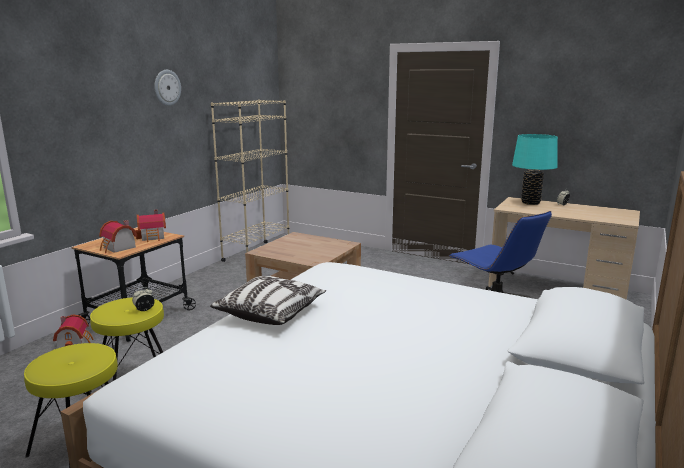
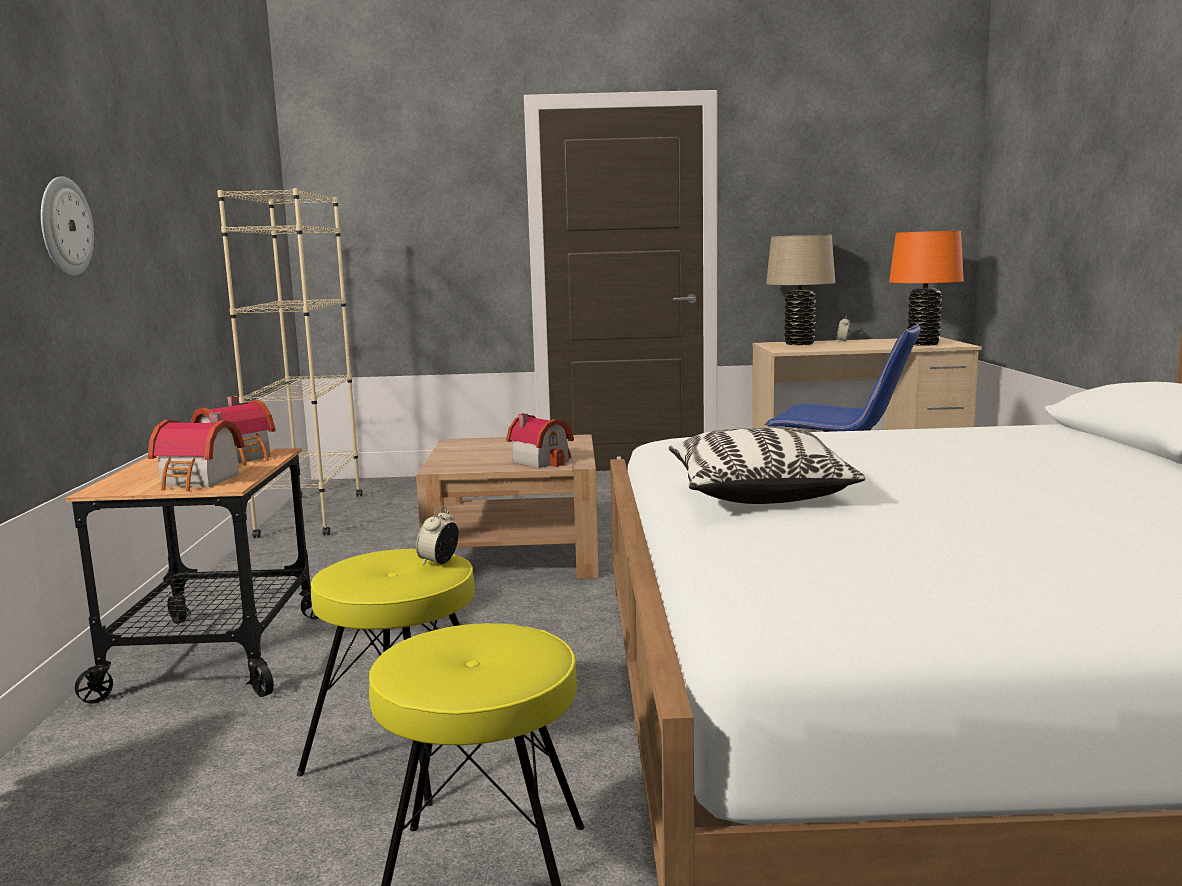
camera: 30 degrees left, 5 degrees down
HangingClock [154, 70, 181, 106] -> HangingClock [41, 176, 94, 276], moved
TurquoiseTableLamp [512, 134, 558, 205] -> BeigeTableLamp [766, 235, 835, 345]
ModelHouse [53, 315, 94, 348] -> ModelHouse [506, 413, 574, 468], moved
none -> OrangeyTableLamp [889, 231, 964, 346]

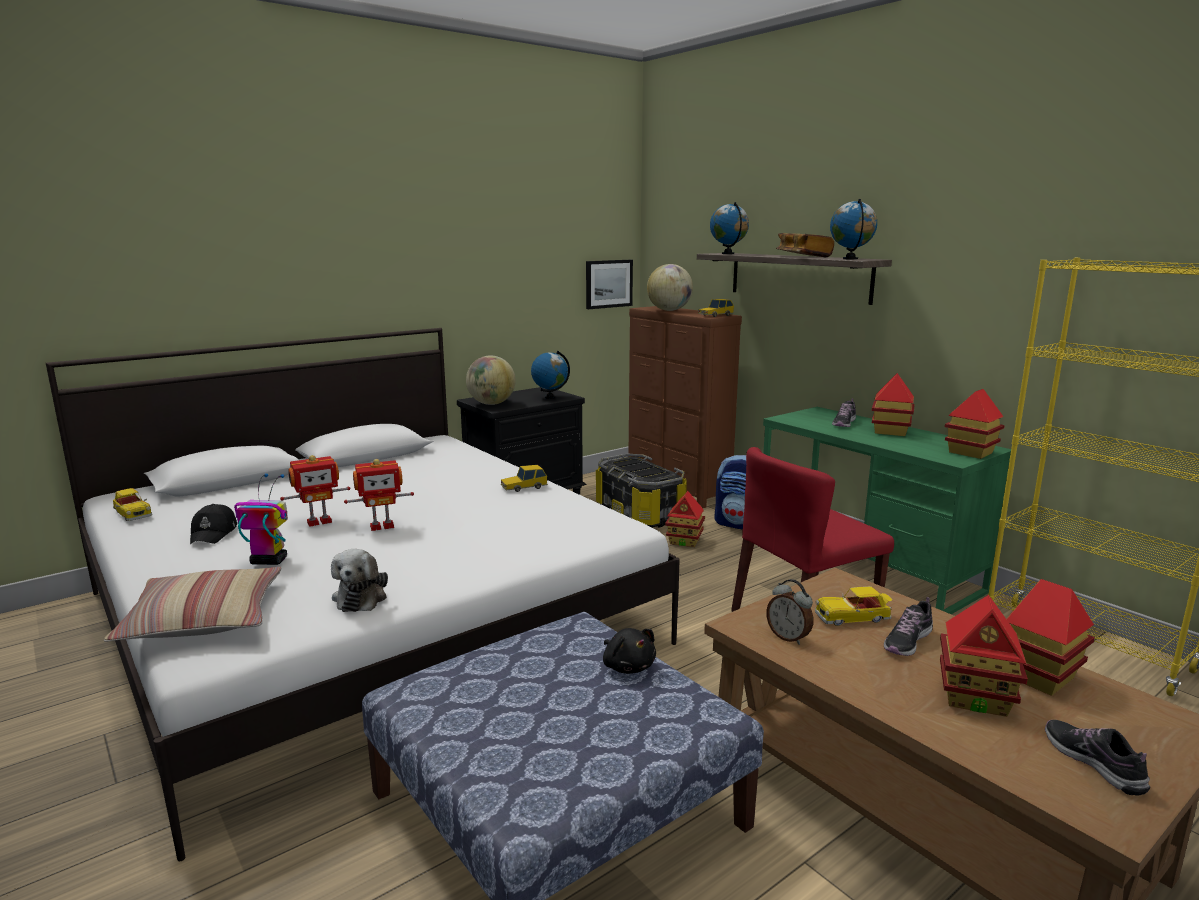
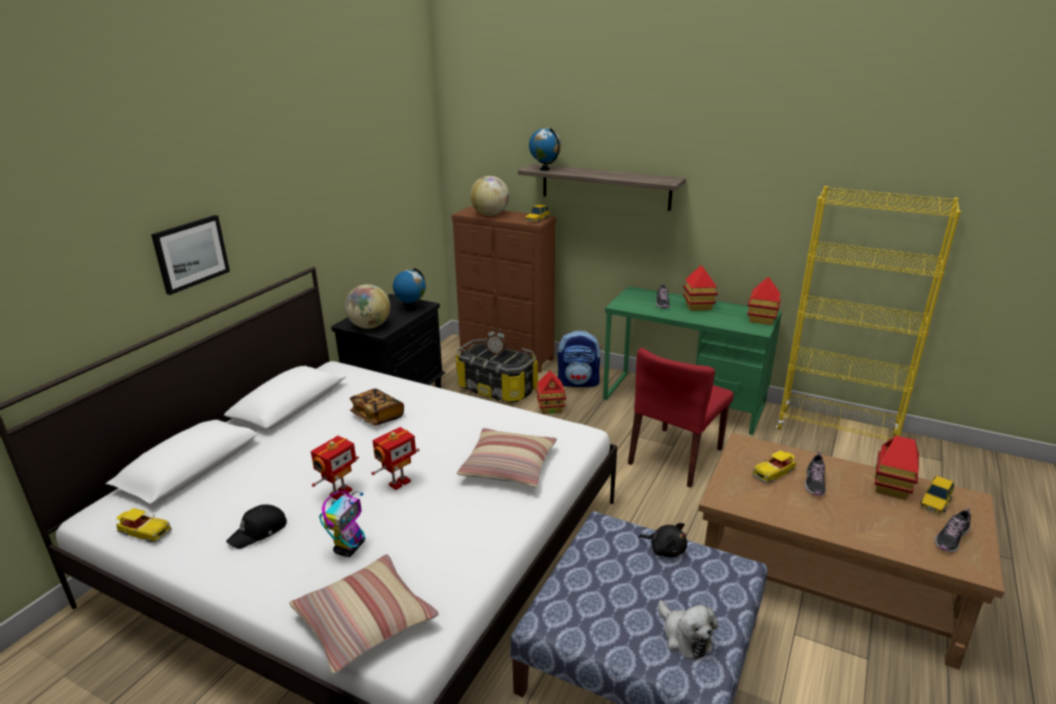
camera: 25 degrees left, 10 degrees up
Globe [830, 199, 877, 259] -> none
Book [776, 233, 834, 258] -> Book [350, 389, 404, 426], moved
Picture [586, 260, 633, 309] -> Picture [151, 215, 230, 295], moved
MiniatureCar [501, 465, 548, 492] -> MiniatureCar [919, 476, 954, 515], moved
RobotFigure [234, 473, 288, 565] -> RobotFigure [319, 491, 366, 557], 135 degrees clockwise
BlackColouredBaseballCap [190, 504, 237, 544] -> BlackColouredBaseballCap [226, 504, 287, 549], 75 degrees clockwise
SoftToy [331, 549, 388, 612] -> SoftToy [658, 600, 718, 660], moved
TableClock [766, 579, 813, 645] -> TableClock [486, 329, 506, 355], moved
ModelHouse [940, 595, 1028, 717] -> none
LowShoe [1045, 720, 1150, 796] -> LowShoe [935, 508, 971, 552], 90 degrees counterclockwise
none -> Cushion [456, 428, 557, 488]

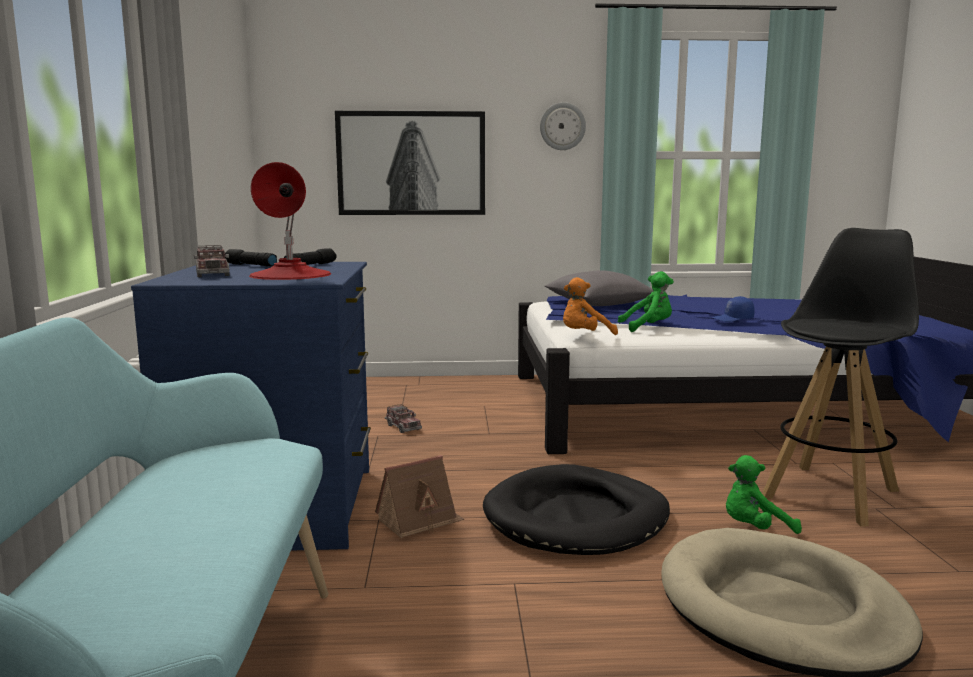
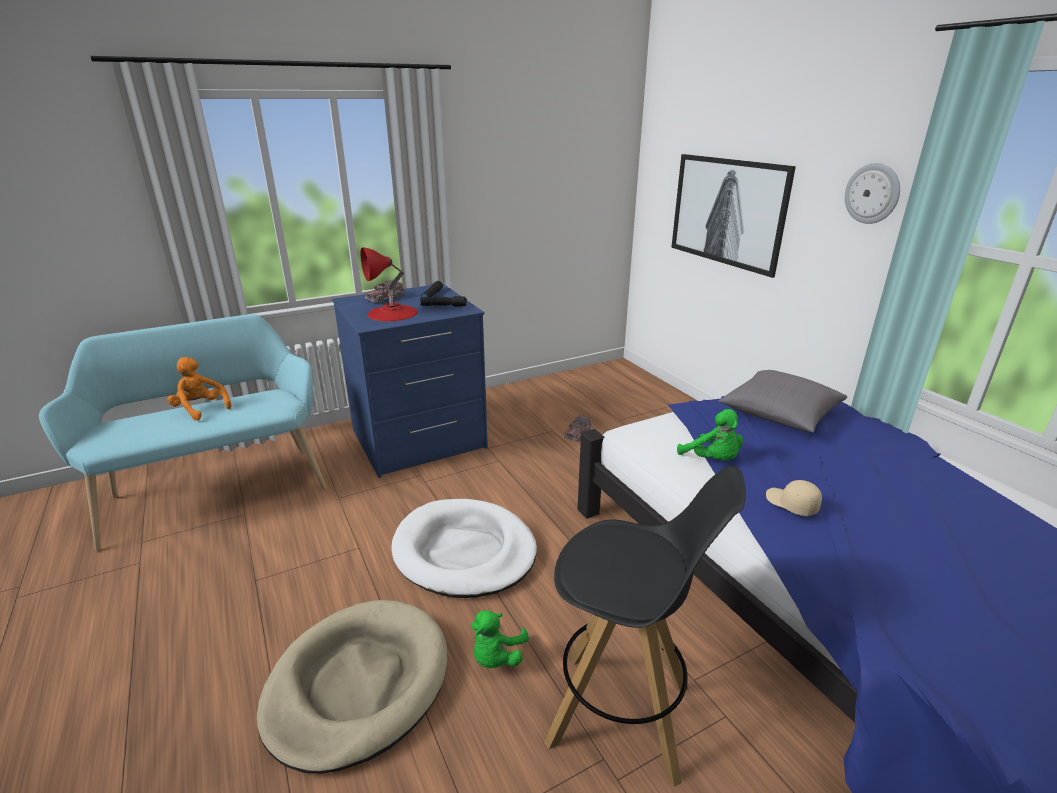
camera: 65 degrees right, 15 degrees up
OrangeySoftToy [563, 277, 618, 335] -> OrangeySoftToy [167, 357, 231, 421], moved
BluishBaseballCap [712, 296, 755, 322] -> BeigeBaseballCap [766, 480, 822, 516]
ModelHouse [375, 455, 464, 538] -> none
GreenSoftToy [726, 455, 802, 534] -> GreenSoftToy [471, 610, 529, 668], 120 degrees counterclockwise
BlackColouredDogBed [483, 464, 670, 555] -> WhitishDogBed [391, 499, 537, 598]

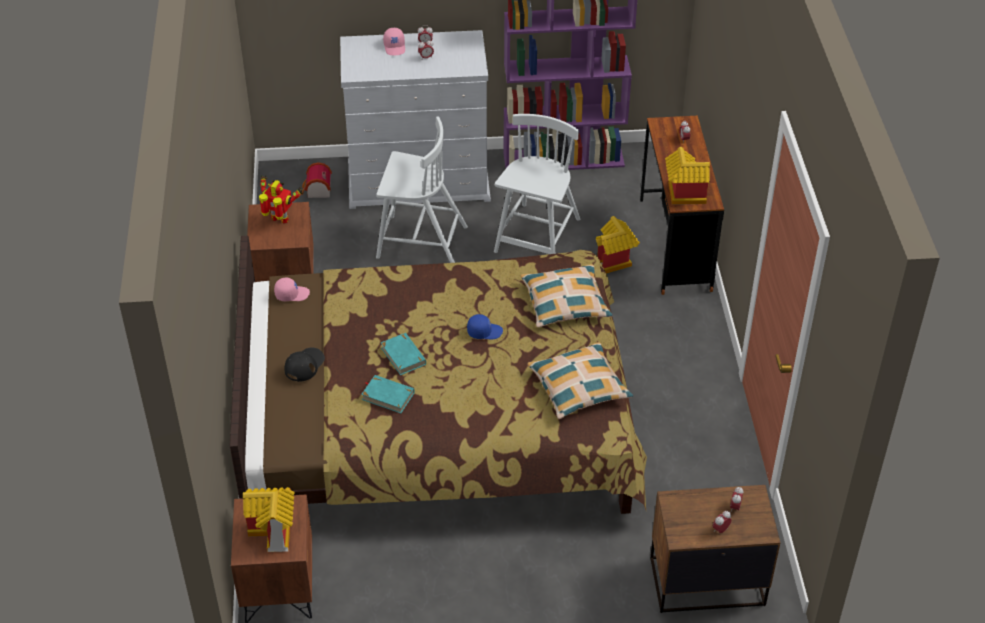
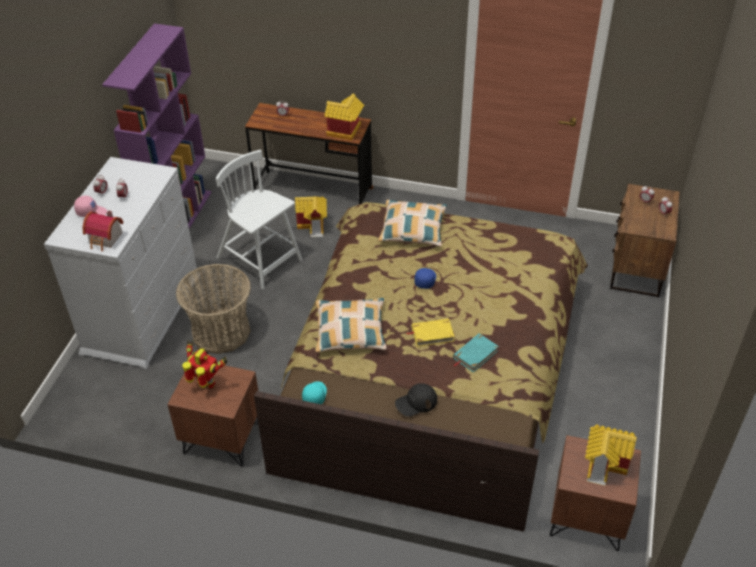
camera: 70 degrees left, 0 degrees up
WhitishUprightChair [376, 117, 468, 263] -> Basket [176, 264, 251, 354]
ModelHouse [301, 162, 332, 198] -> ModelHouse [83, 210, 124, 251], moved
RobotFigure [259, 175, 303, 224] -> RobotFigure [182, 340, 227, 389], 75 degrees clockwise
PinkBaseballCap [274, 278, 310, 301] -> TurquoiseBaseballCap [302, 381, 327, 404]
TurquoiseBook [381, 333, 426, 375] -> YellowColouredBook [407, 319, 455, 347]
Cushion [527, 342, 633, 419] -> Cushion [315, 298, 387, 352], moved
BlackColouredBaseballCap [284, 347, 325, 382] -> BlackColouredBaseballCap [395, 383, 437, 417], 75 degrees counterclockwise

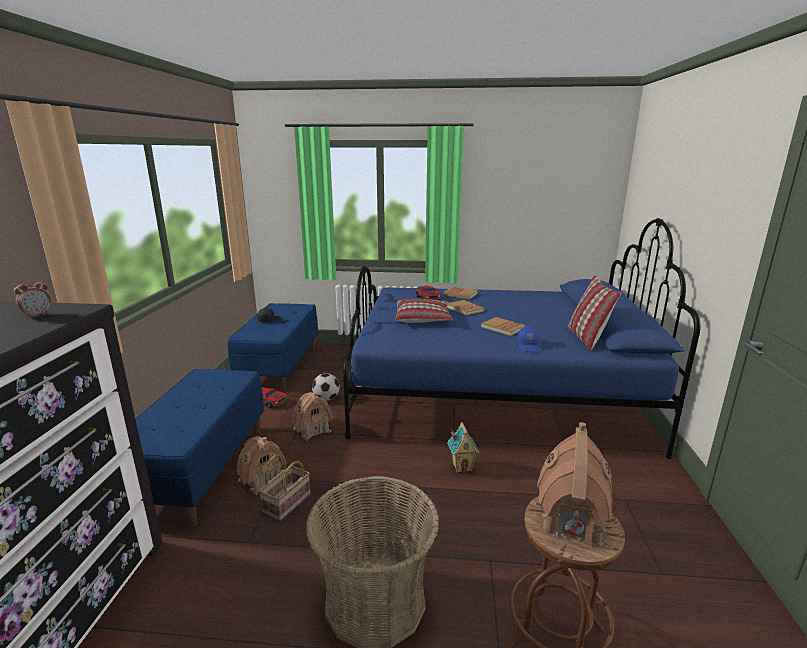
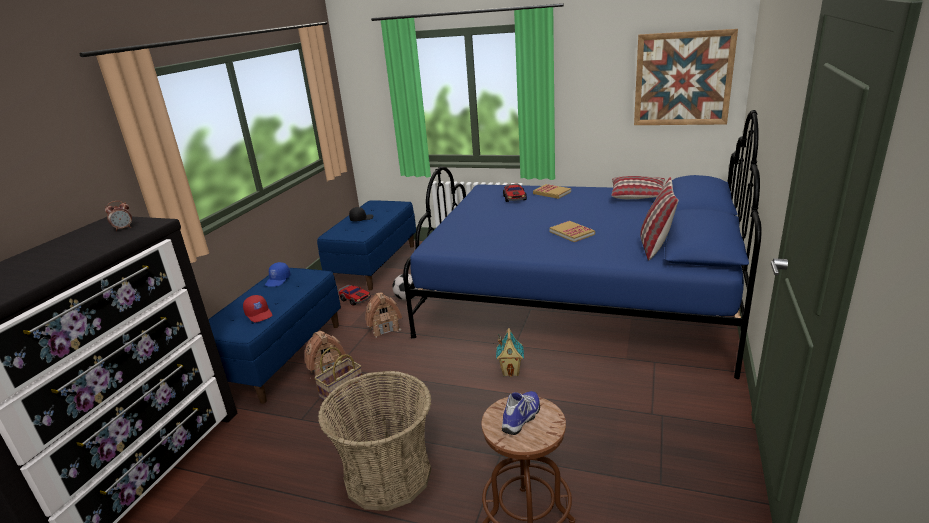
camera: 15 degrees right, 5 degrees up
Cushion [395, 299, 453, 323] -> Cushion [611, 176, 665, 199], moved
Book [447, 300, 484, 316] -> none
BluishBaseballCap [517, 326, 541, 351] -> BluishBaseballCap [265, 262, 291, 287], moved
ModelHouse [537, 422, 613, 547] -> LowShoe [502, 391, 540, 435]
none -> Picture [634, 29, 738, 125]
none -> RedBaseballCap [243, 295, 272, 322]

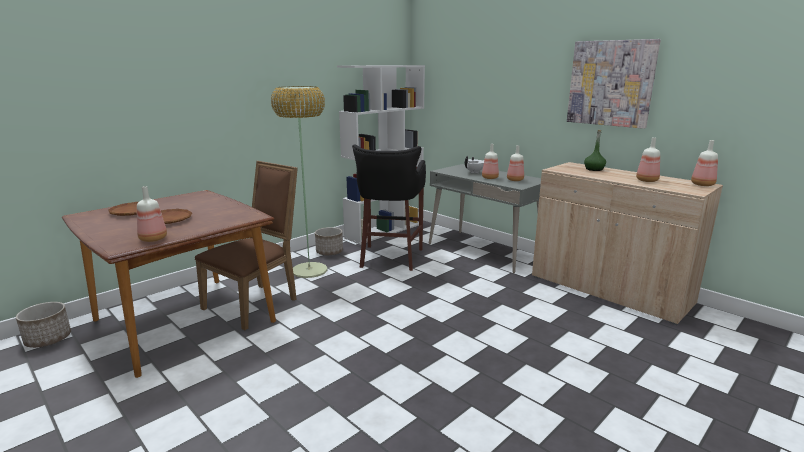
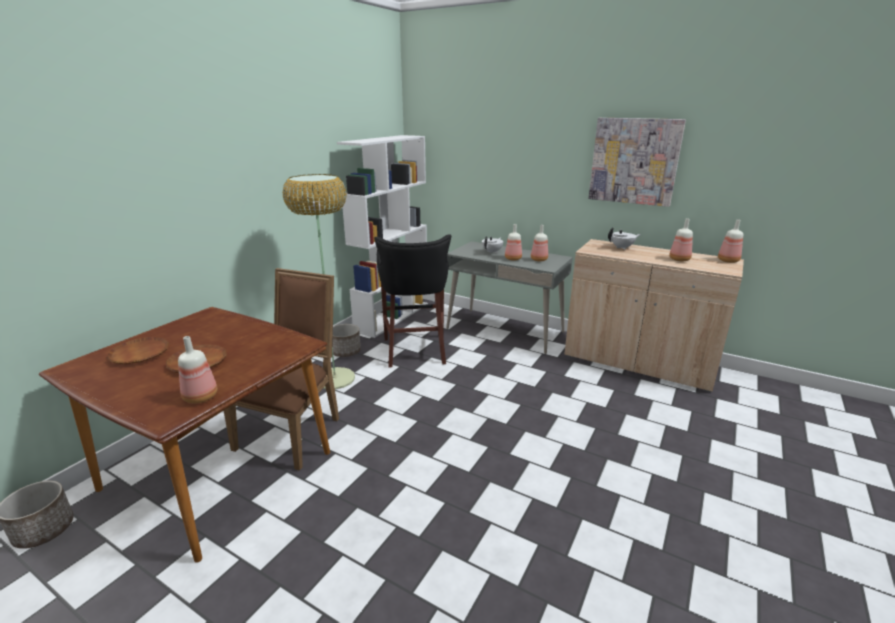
camera: 15 degrees left, 5 degrees up
GreenBottle [584, 130, 606, 171] -> WhitishTeaPot [608, 228, 640, 250]

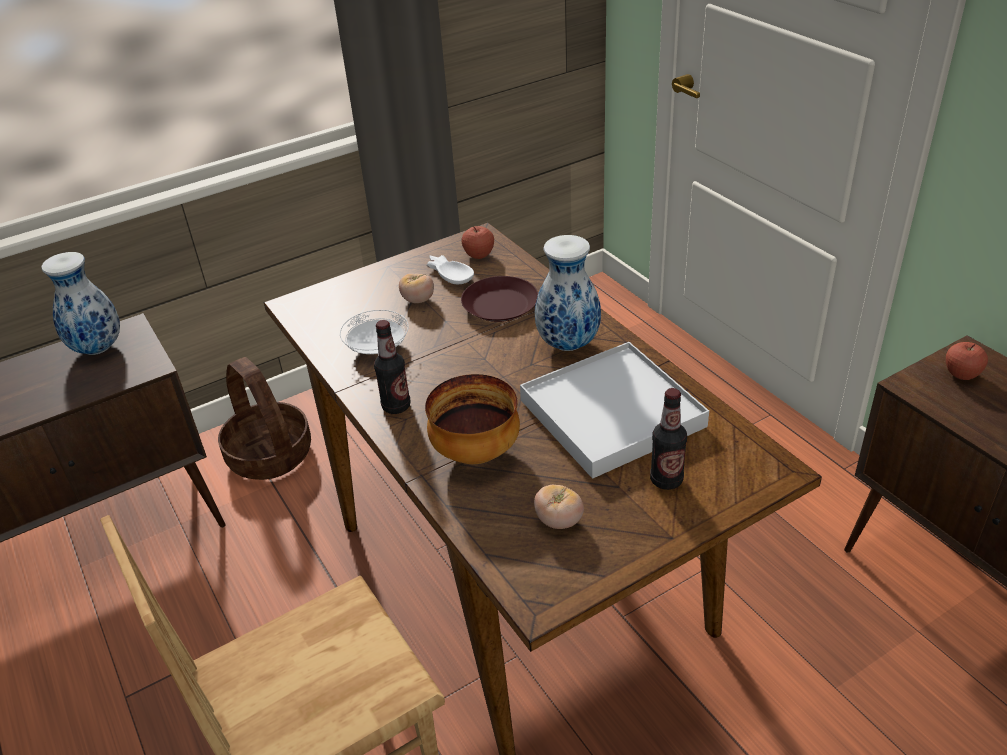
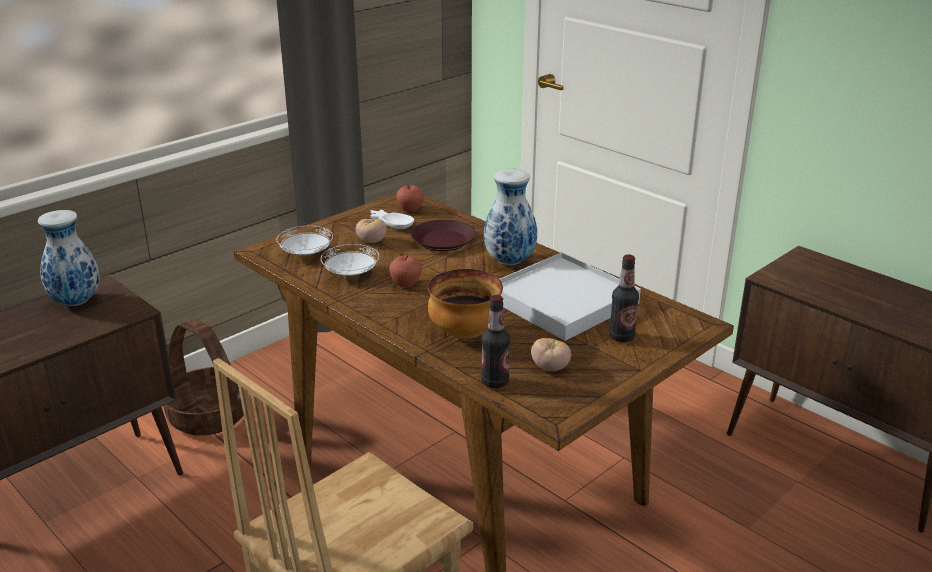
camera: 15 degrees left, 10 degrees down
Bottle [374, 320, 410, 414] -> Bottle [481, 295, 510, 388], moved
Apple [946, 342, 988, 380] -> Apple [389, 255, 422, 288], moved
none -> WhitishPlate [277, 226, 333, 255]

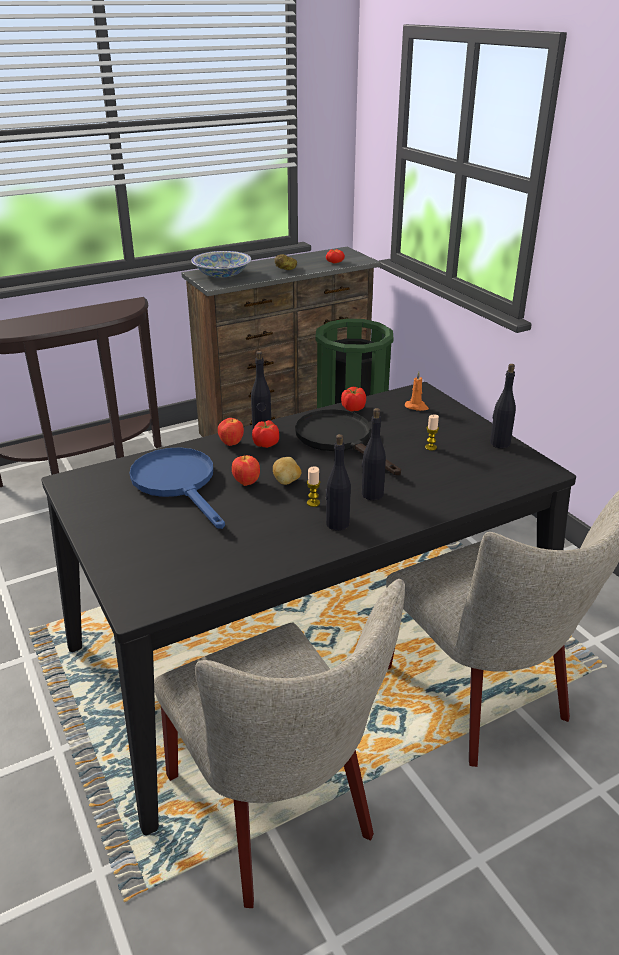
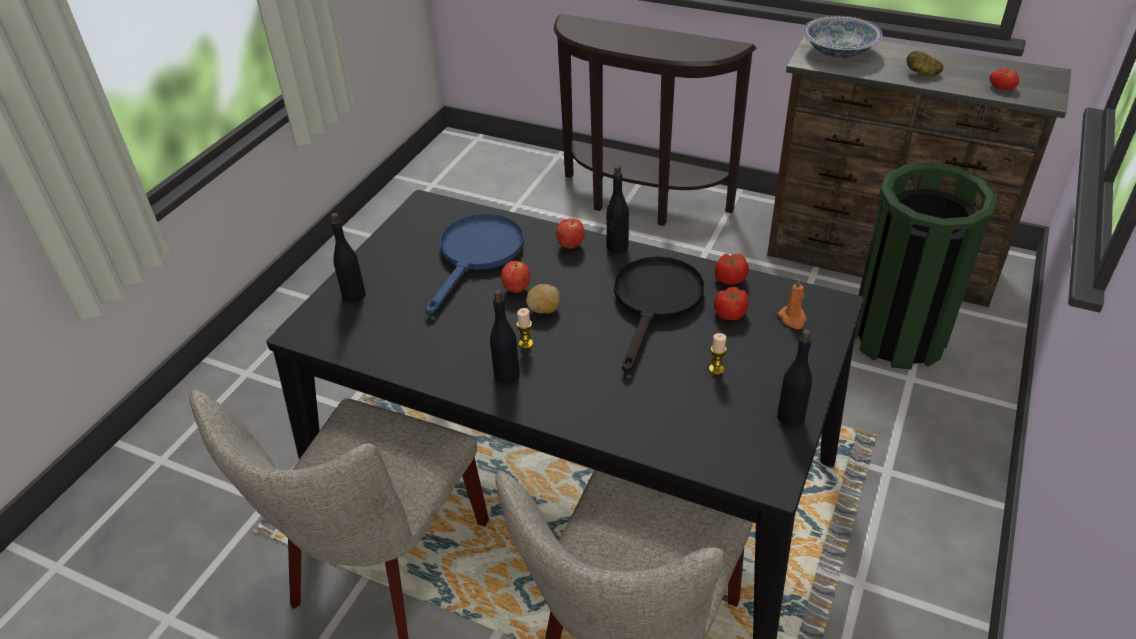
camera: 55 degrees right, 10 degrees up
BlackColouredBottle [362, 408, 386, 500] -> BlackColouredBottle [331, 213, 366, 303], moved
FreshTomato [252, 420, 279, 448] -> FreshTomato [714, 287, 749, 320], moved

